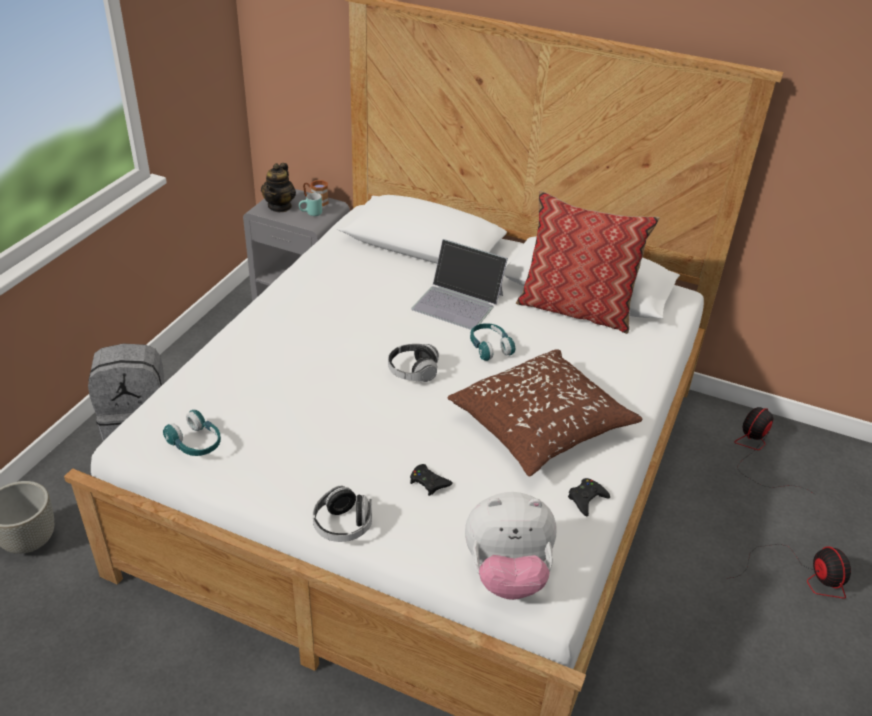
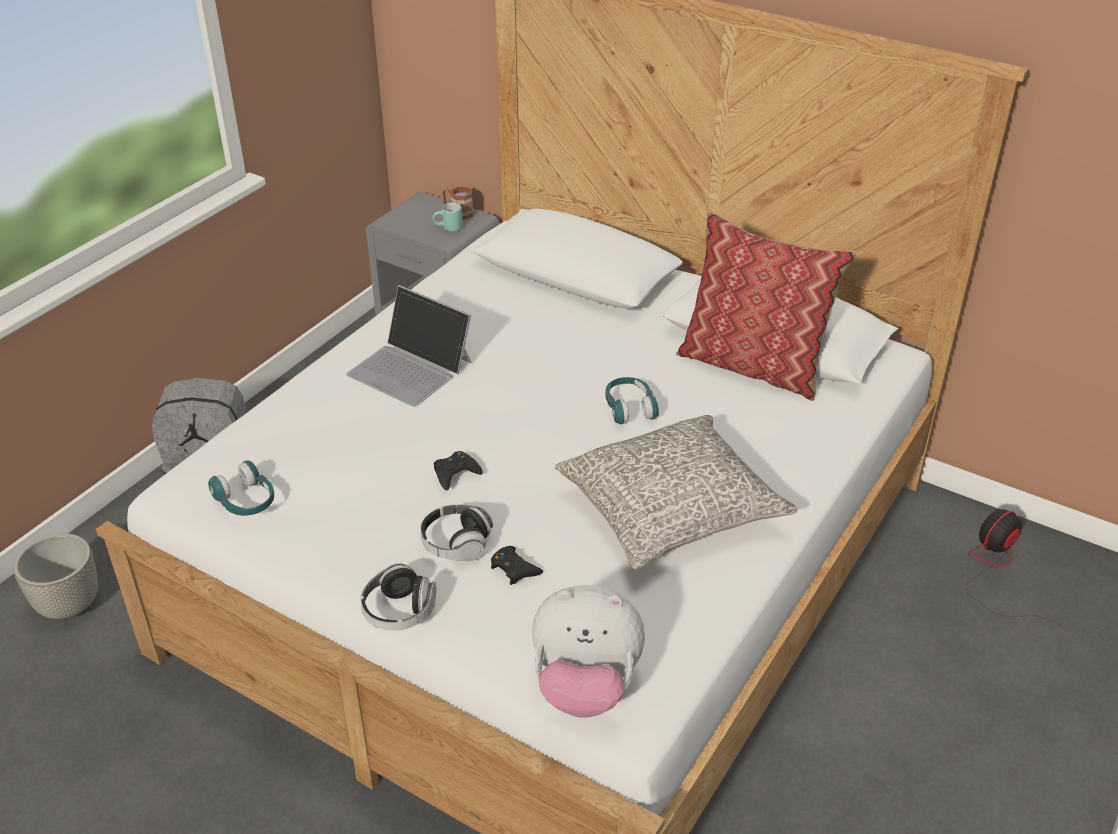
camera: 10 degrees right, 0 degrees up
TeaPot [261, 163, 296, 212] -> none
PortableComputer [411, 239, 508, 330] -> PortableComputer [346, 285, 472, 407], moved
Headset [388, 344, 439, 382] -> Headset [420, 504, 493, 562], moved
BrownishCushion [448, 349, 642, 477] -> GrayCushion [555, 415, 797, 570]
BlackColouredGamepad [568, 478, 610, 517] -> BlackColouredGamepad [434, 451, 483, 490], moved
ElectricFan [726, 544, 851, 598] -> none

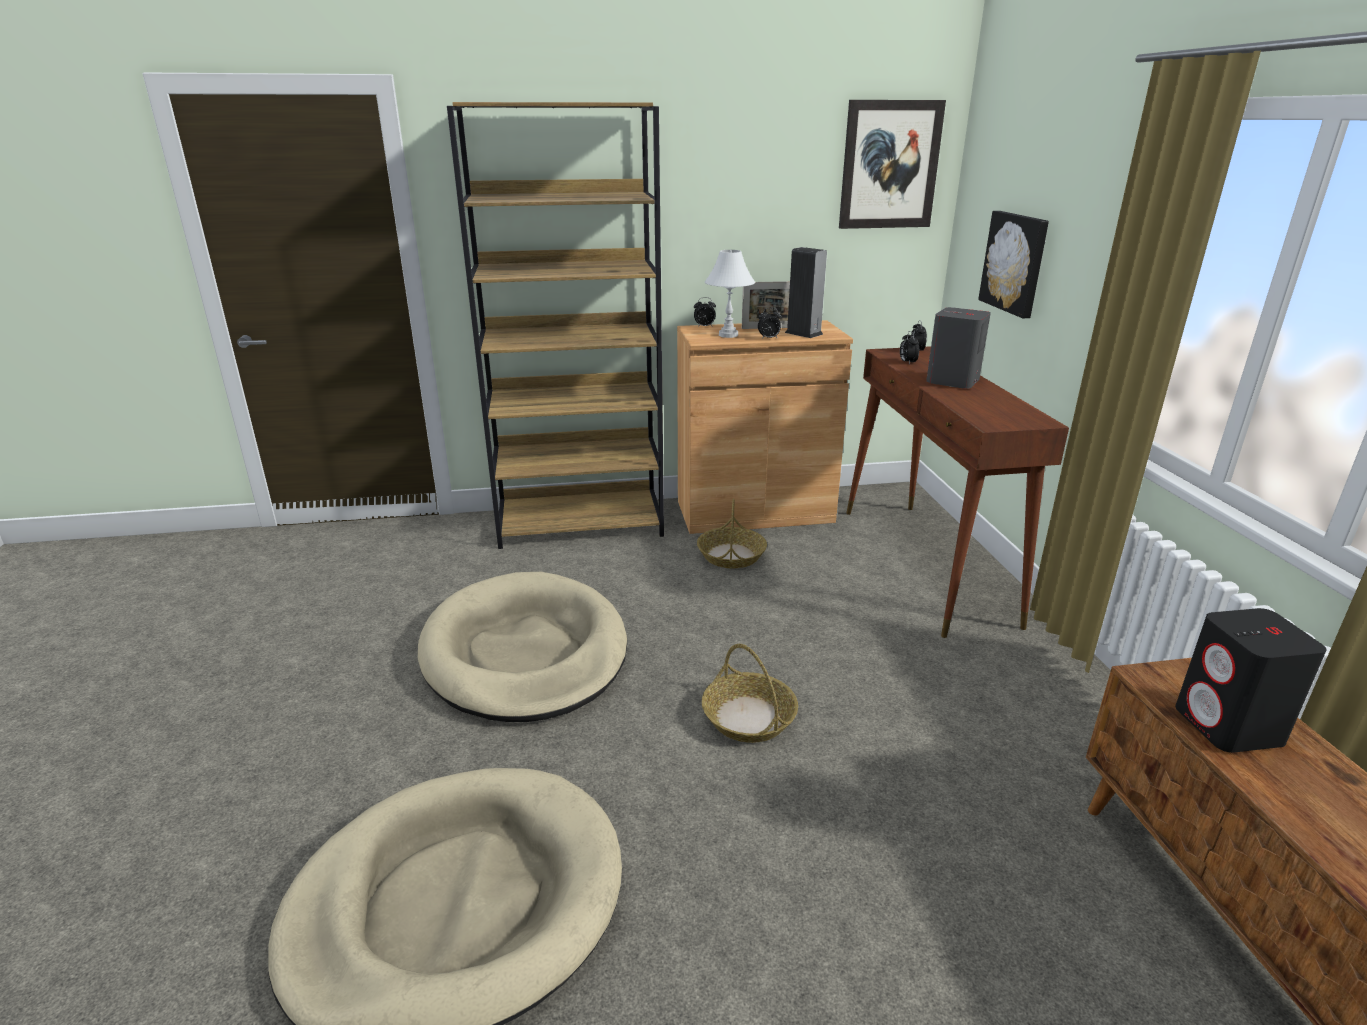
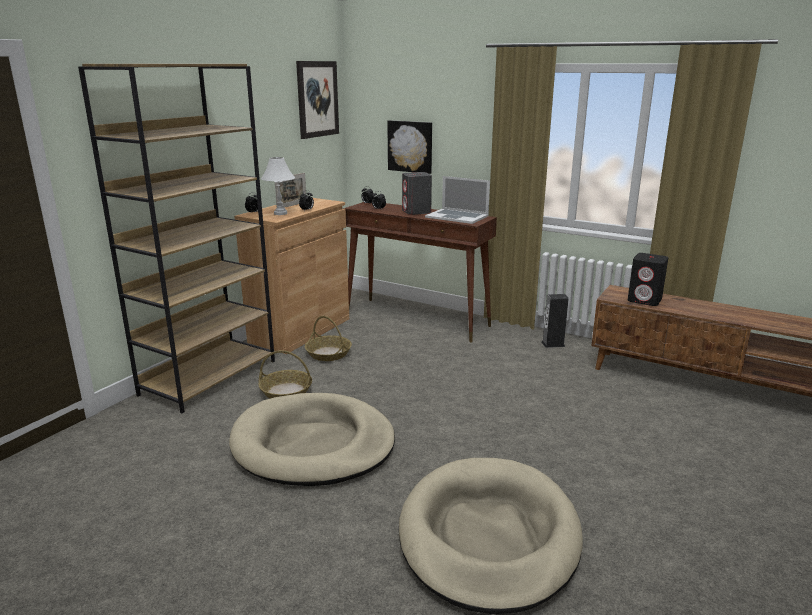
camera: 50 degrees left, 5 degrees down
AudioSpeaker [785, 247, 827, 338] -> AudioSpeaker [541, 294, 569, 348], moved
Basket [702, 644, 798, 743] -> Basket [259, 350, 312, 398], moved
none -> PortableComputer [425, 176, 490, 224]

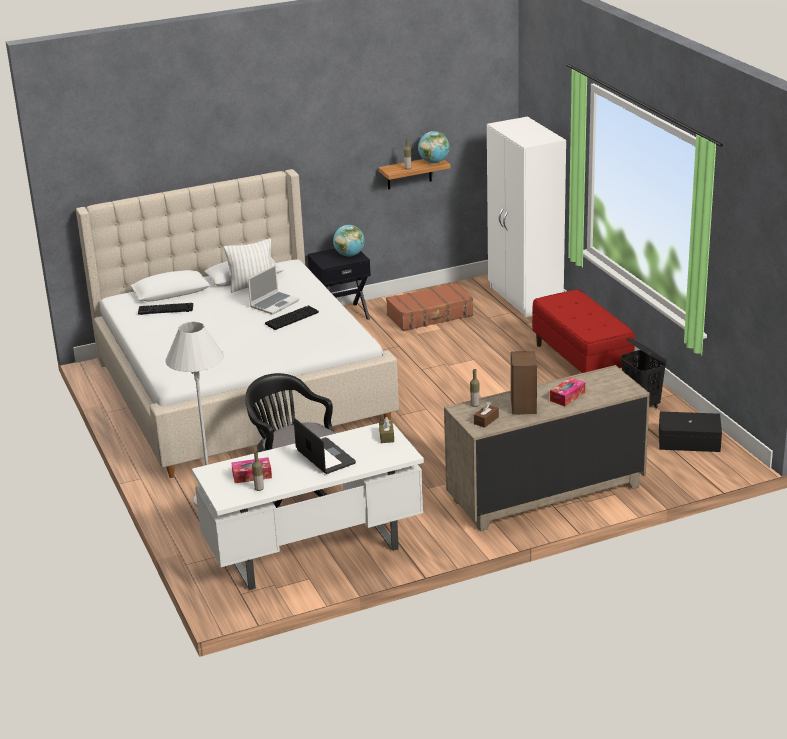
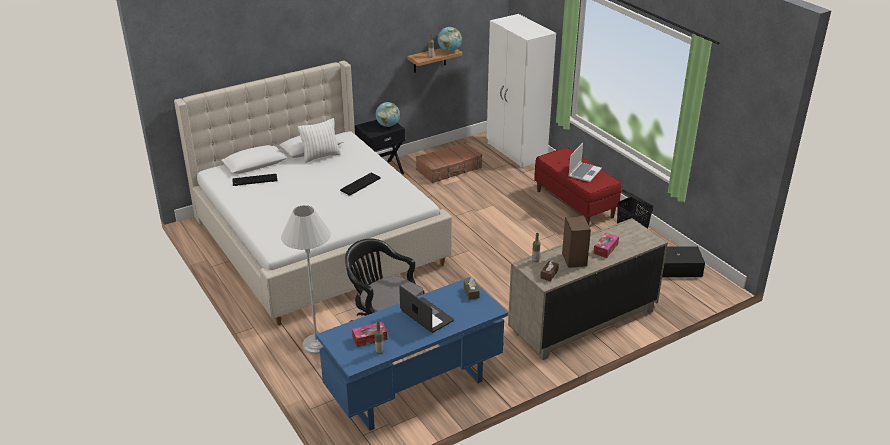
camera: 10 degrees left, 5 degrees up
PortableComputer [248, 265, 300, 315] -> PortableComputer [569, 143, 602, 182], moved
WhitishDesk [192, 423, 424, 590] -> BluishDesk [316, 277, 508, 431]

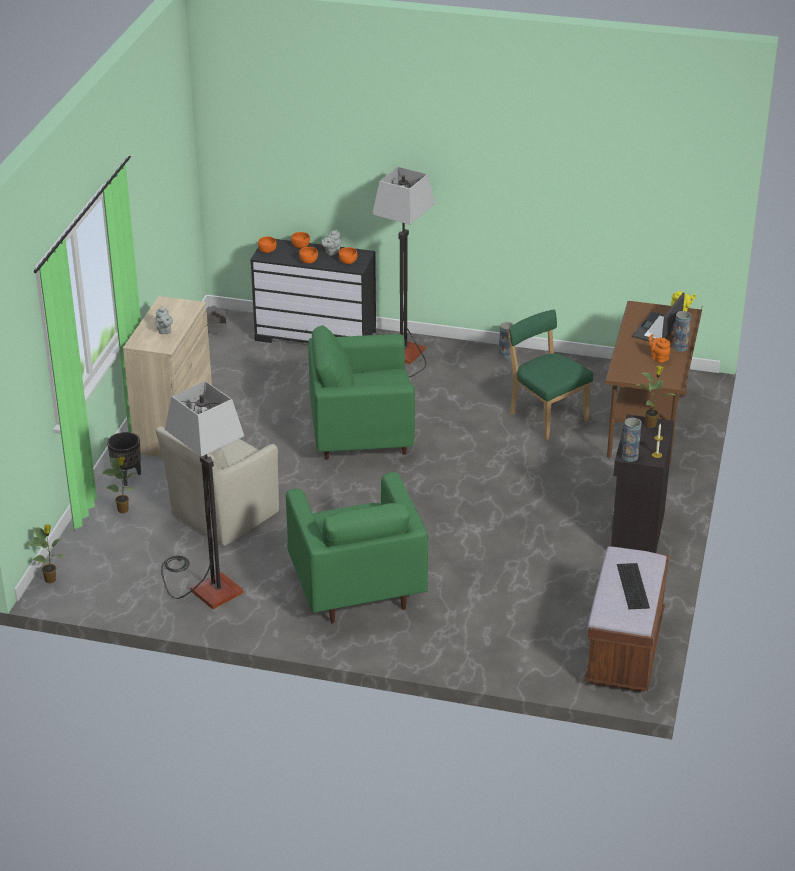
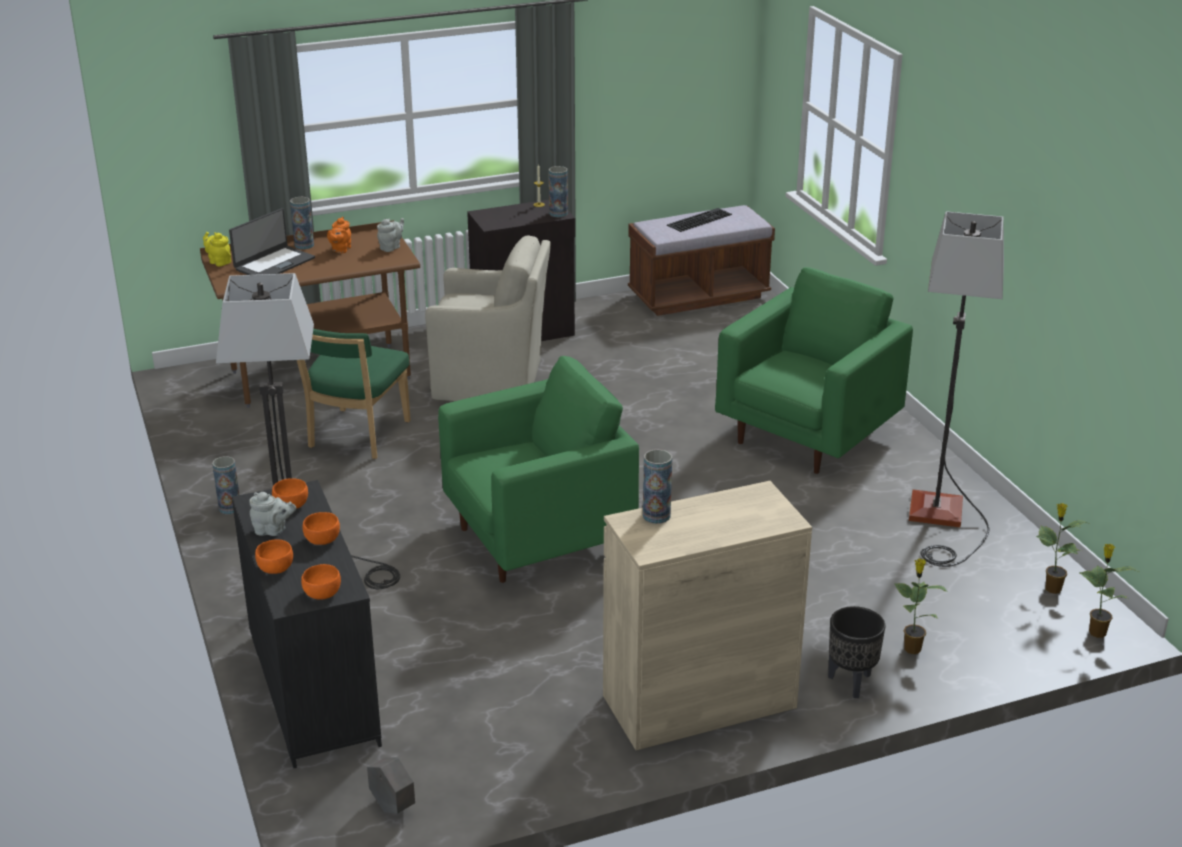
camera: 125 degrees left, 5 degrees down
PortableComputer [632, 292, 685, 341] -> PortableComputer [229, 208, 315, 275], 45 degrees counterclockwise
GrayTeaPot [155, 306, 173, 334] -> GrayTeaPot [377, 218, 404, 252], moved
GreenLoungeChair [308, 325, 415, 460] -> GreenLoungeChair [438, 356, 639, 583], 75 degrees counterclockwise
PottedPlant [637, 366, 677, 428] -> PottedPlant [1036, 503, 1088, 594], moved
BeigeLoungeChair [156, 426, 279, 546] -> BeigeLoungeChair [425, 235, 551, 401], moved
none -> FlowerVase [643, 449, 672, 524]

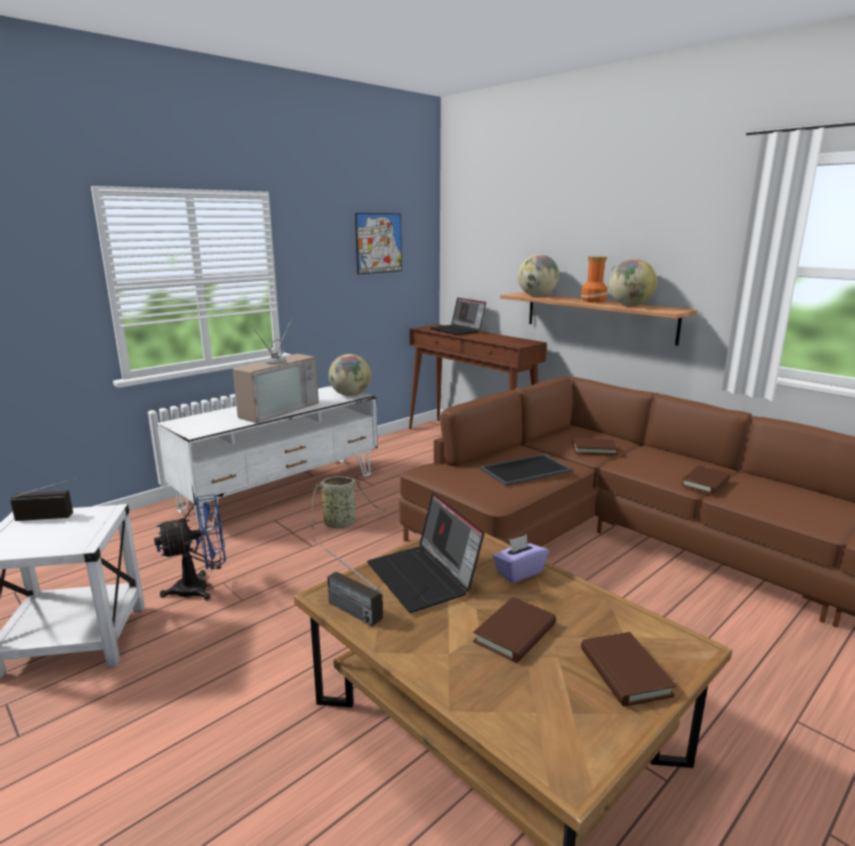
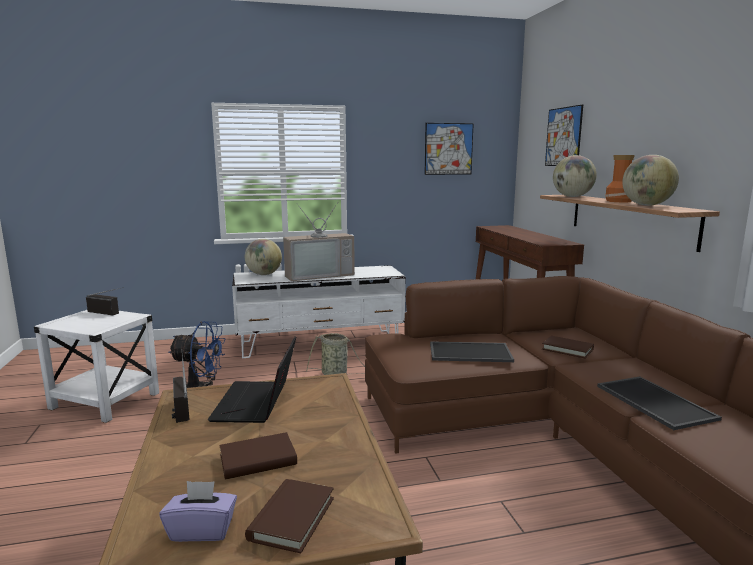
camera: 30 degrees right, 5 degrees down
PortableComputer [430, 298, 486, 335] -> none
Globe [329, 354, 371, 396] -> Globe [245, 239, 282, 275], moved
BrownishBook [681, 465, 730, 494] -> CarryingTray [597, 377, 722, 430]
PurpleTissueHolder [493, 534, 549, 583] -> PurpleTissueHolder [160, 481, 237, 542], moved
none -> Picture [545, 104, 583, 166]

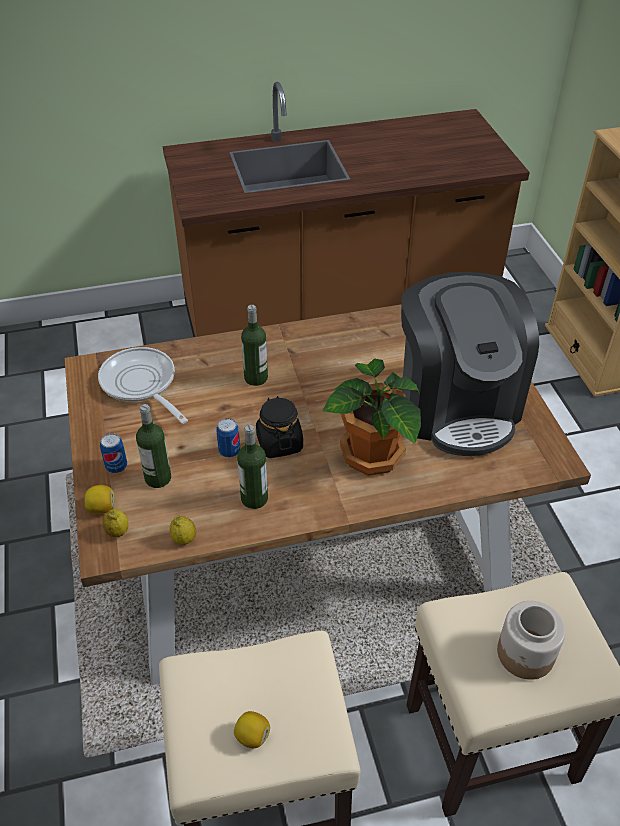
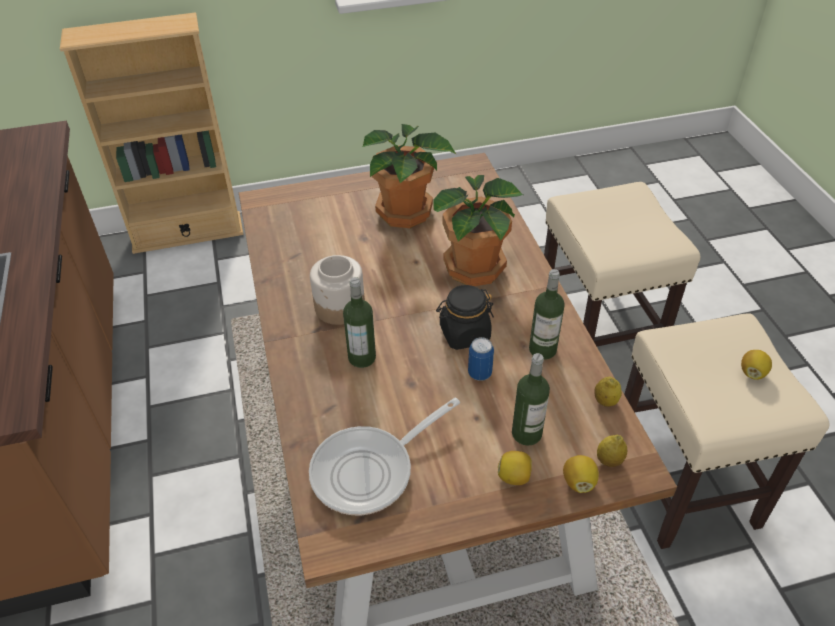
camera: 90 degrees left, 0 degrees up
CoffeeMachine [401, 272, 539, 456] -> PottedPlant [362, 124, 457, 228]
Can [100, 433, 127, 473] -> Lemon [498, 451, 532, 485]
PreserveJar [497, 601, 566, 680] -> PreserveJar [310, 255, 365, 325], moved

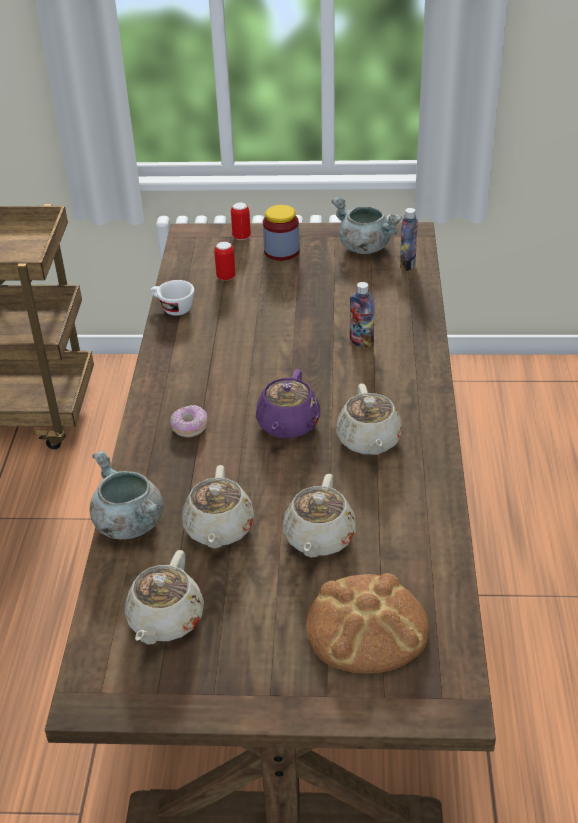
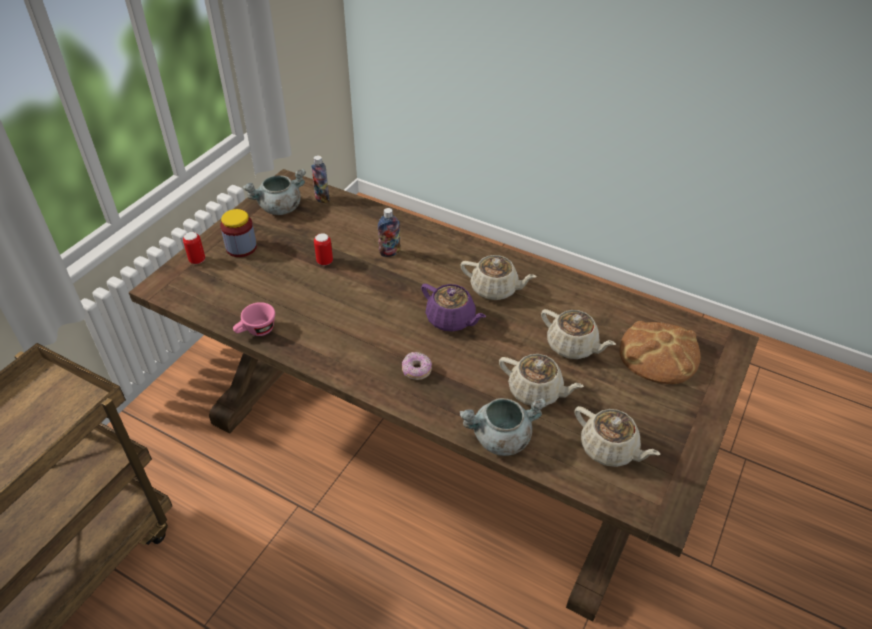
camera: 65 degrees left, 5 degrees up
Can [214, 241, 236, 281] -> Can [314, 233, 333, 266], moved
WhitishSmallCup [150, 280, 194, 316] -> PinkSmallCup [233, 302, 275, 336]

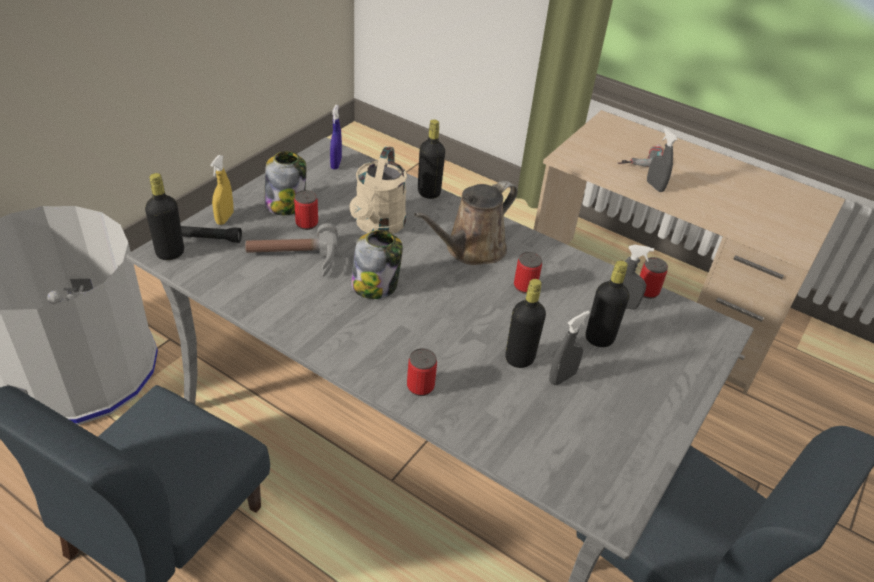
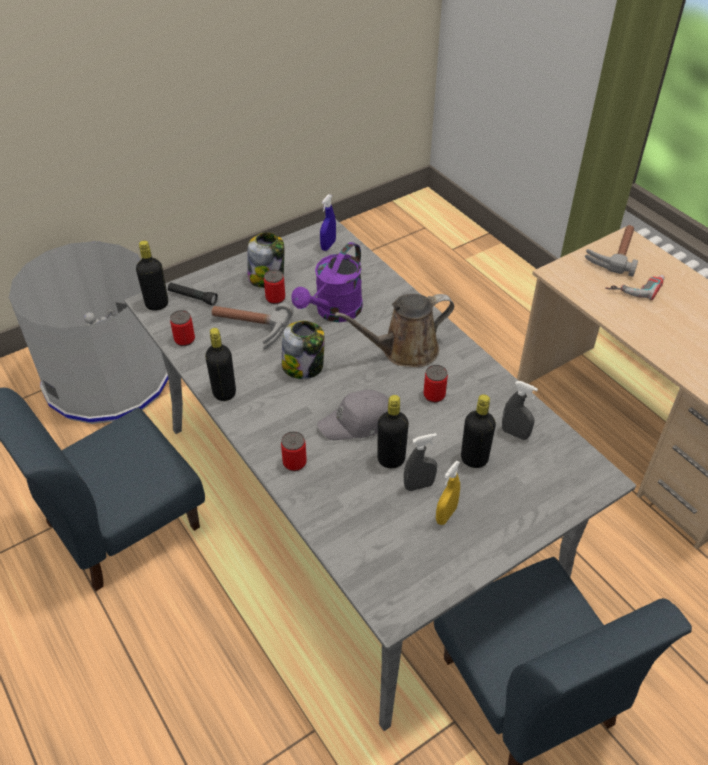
camera: 25 degrees right, 5 degrees up
BlackColouredBottle [418, 119, 445, 199] -> BlackColouredBottle [205, 328, 236, 401], moved
GraySprayBottle [647, 128, 678, 192] -> none
BeigeSprinklingCan [350, 146, 407, 234] -> PurpleSprinklingCan [291, 242, 363, 322]
YellowColouredSprayBottle [210, 155, 234, 225] -> YellowColouredSprayBottle [436, 461, 460, 525], moved
Can [640, 257, 668, 299] -> Can [170, 310, 195, 346], moved
none -> HandHammer [585, 225, 638, 277]
none -> GrayBaseballCap [317, 390, 389, 440]

